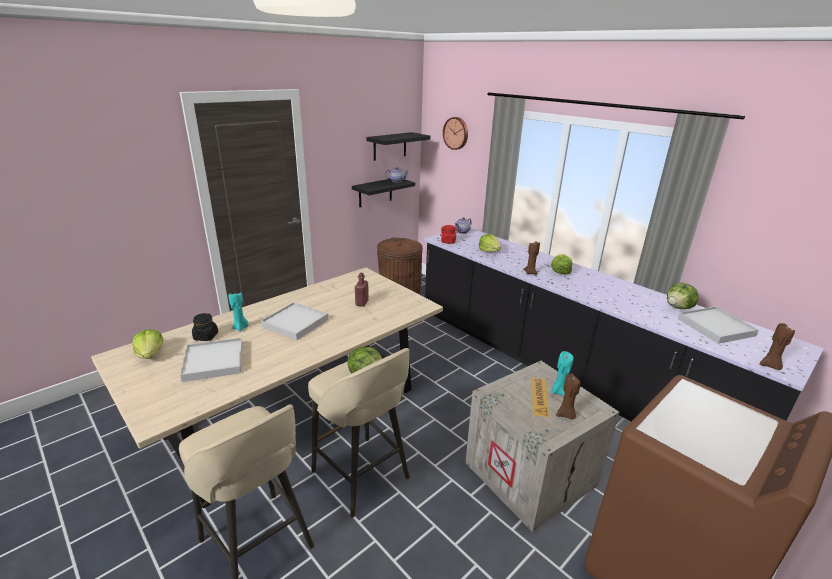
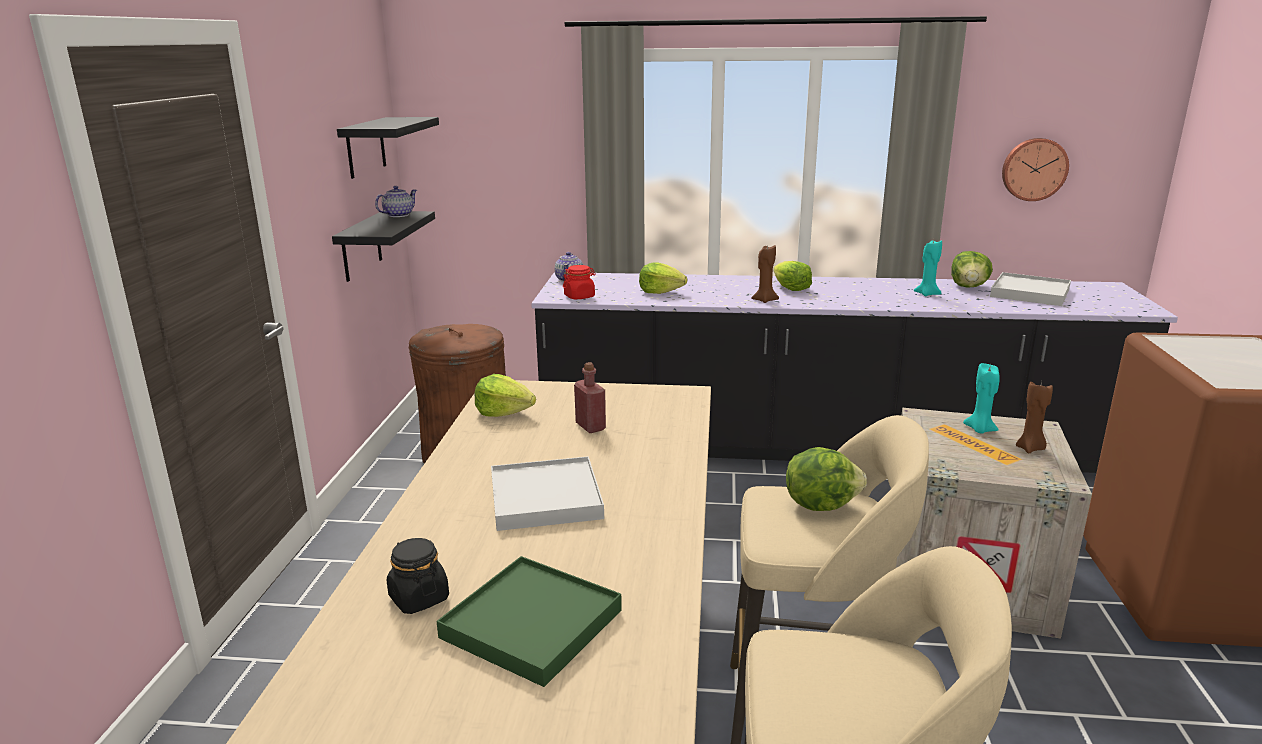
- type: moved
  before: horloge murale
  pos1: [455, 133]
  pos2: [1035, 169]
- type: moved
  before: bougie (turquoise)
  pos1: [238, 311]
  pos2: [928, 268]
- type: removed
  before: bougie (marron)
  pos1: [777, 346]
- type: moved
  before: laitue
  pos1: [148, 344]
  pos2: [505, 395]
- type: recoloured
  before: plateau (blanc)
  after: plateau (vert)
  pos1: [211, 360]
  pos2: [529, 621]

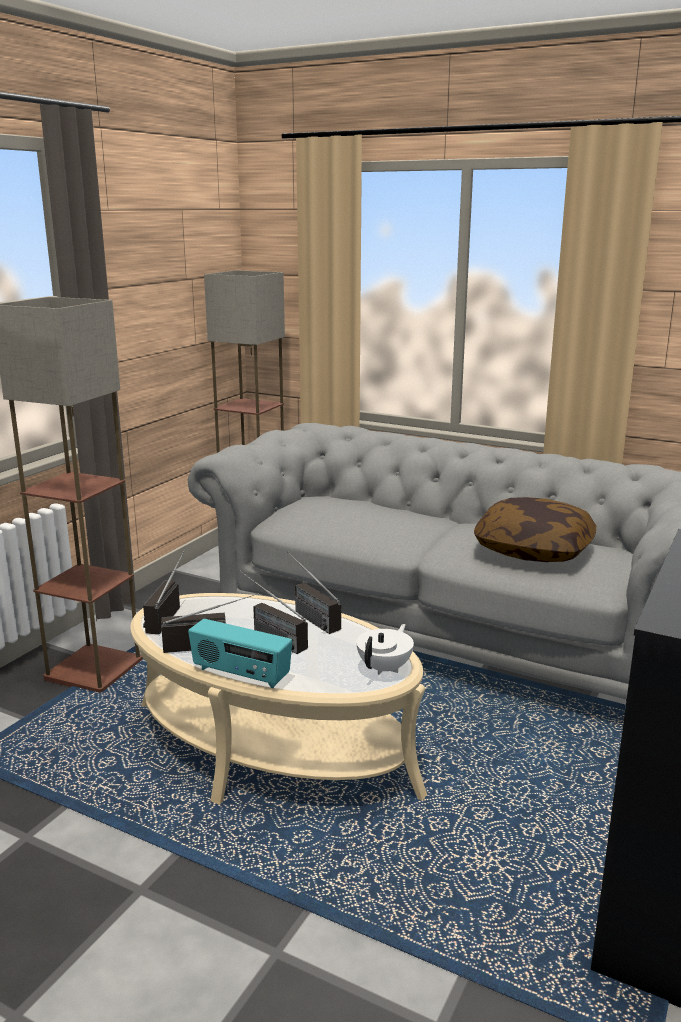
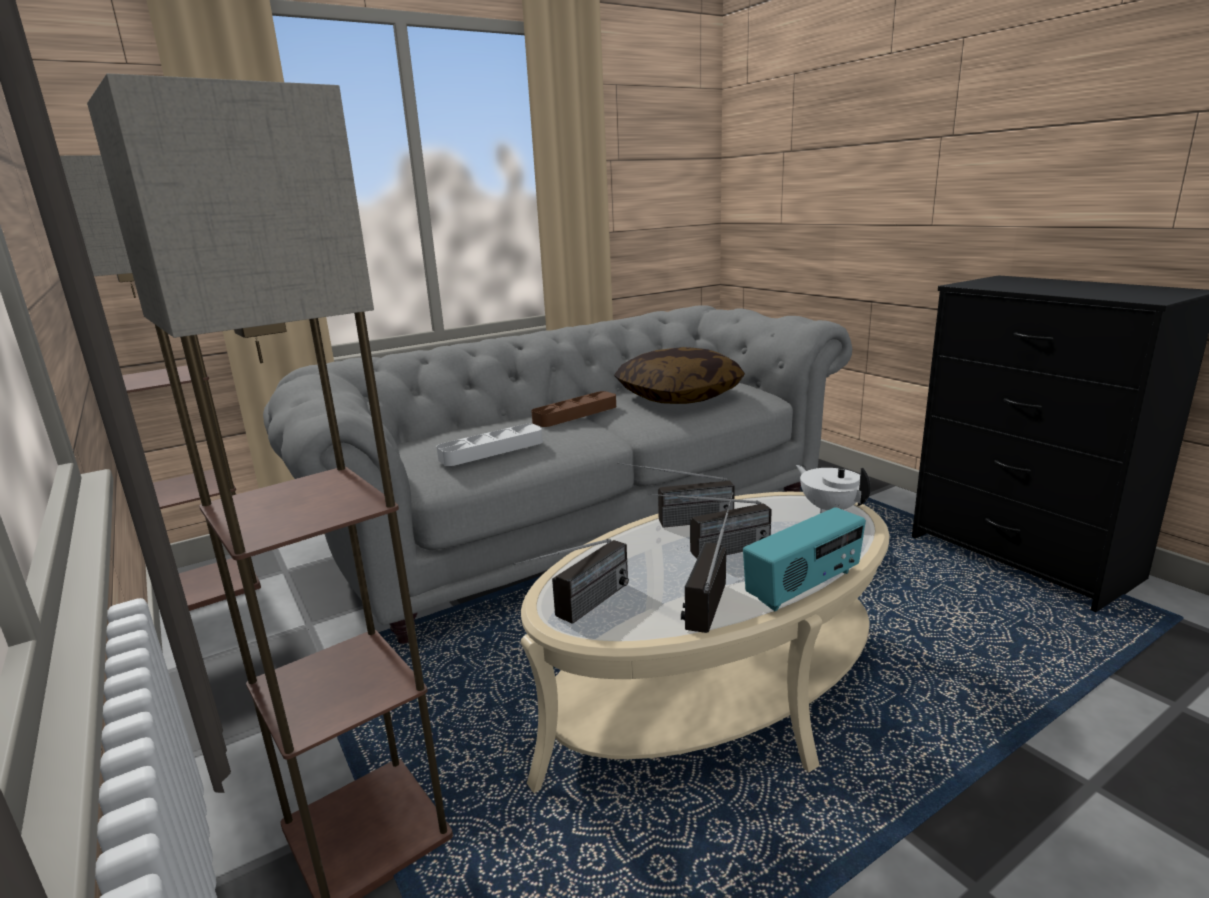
- type: turned
  before: radio
  pos1: [164, 591]
  pos2: [571, 581]
  turn: -90
- type: added
  after: plateau (marron)
  pos2: [573, 409]
- type: added
  after: plateau (gris)
  pos2: [489, 445]

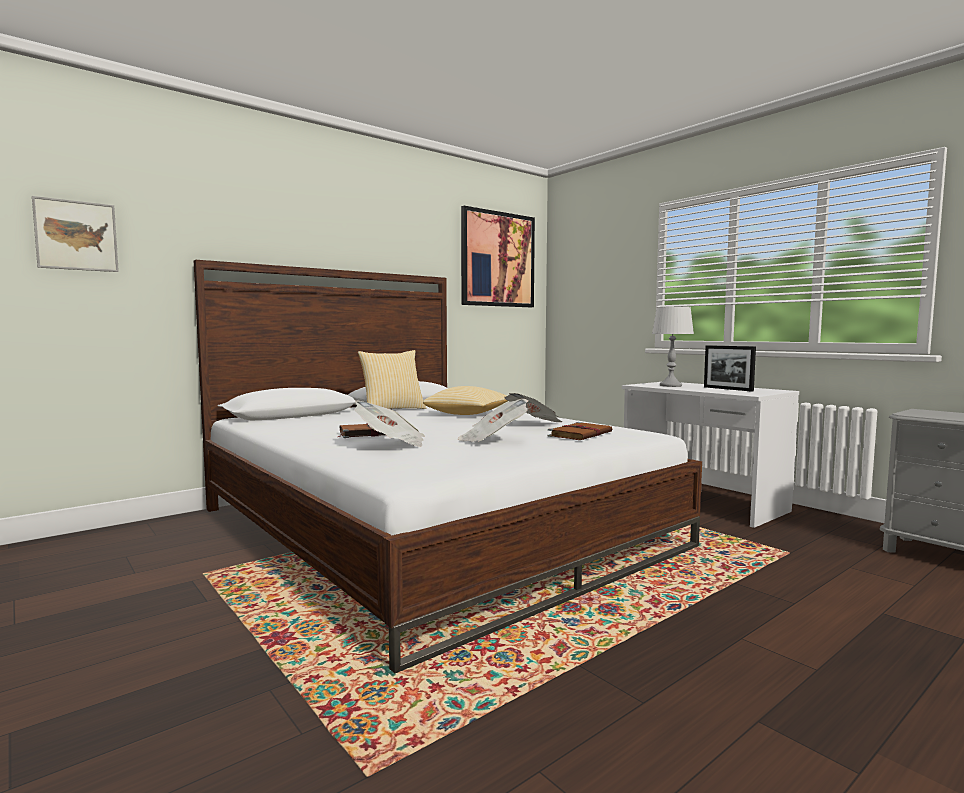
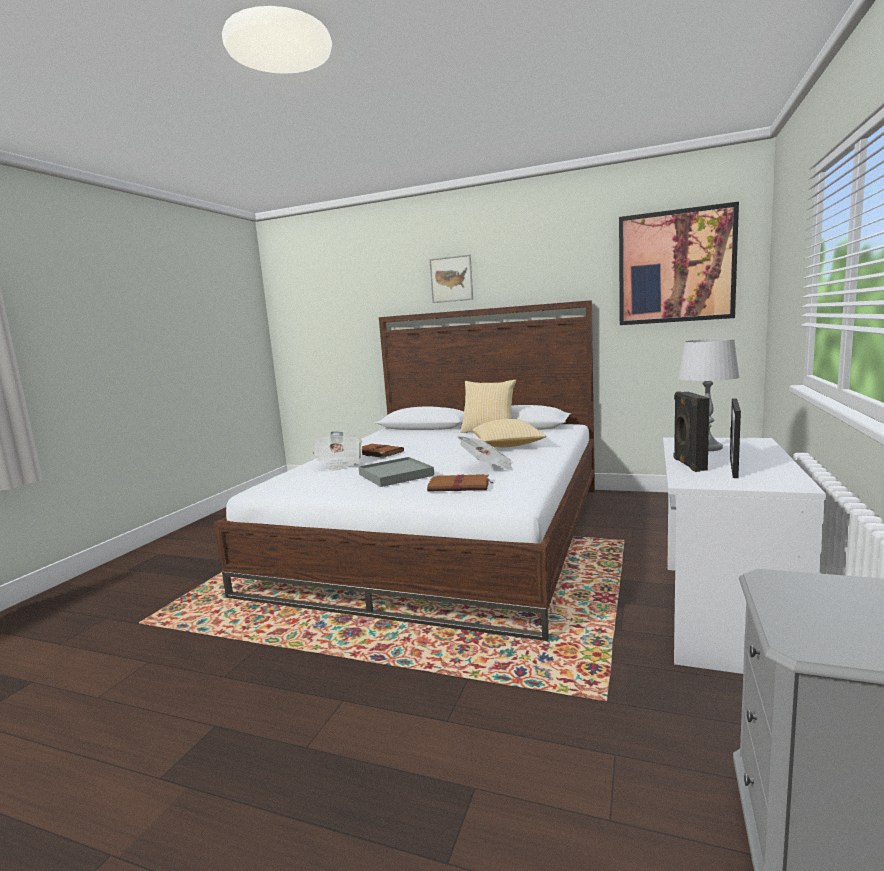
- type: moved
  before: tableau
  pos1: [75, 234]
  pos2: [451, 278]
- type: replaced
  before: journal
  after: plateau (gris)
  pos1: [493, 420]
  pos2: [396, 472]
- type: added
  after: enceinte (noir)
  pos2: [691, 431]

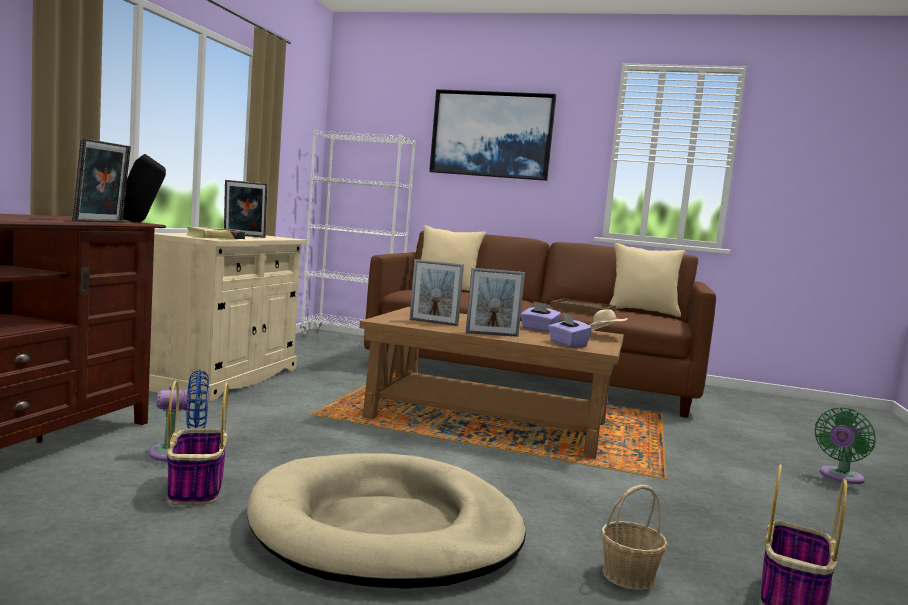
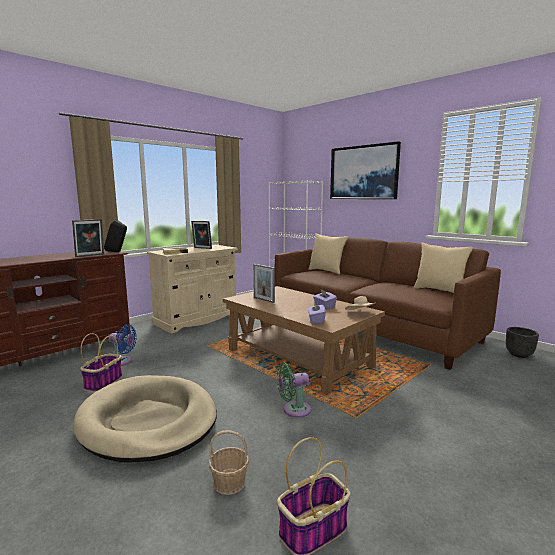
- type: removed
  before: cadre photo
  pos1: [495, 302]
- type: removed
  before: plateau (marron)
  pos1: [583, 305]
- type: moved
  before: ventilateur (vert)
  pos1: [845, 446]
  pos2: [294, 390]
- type: added
  after: cache-pot (noir)
  pos2: [522, 342]

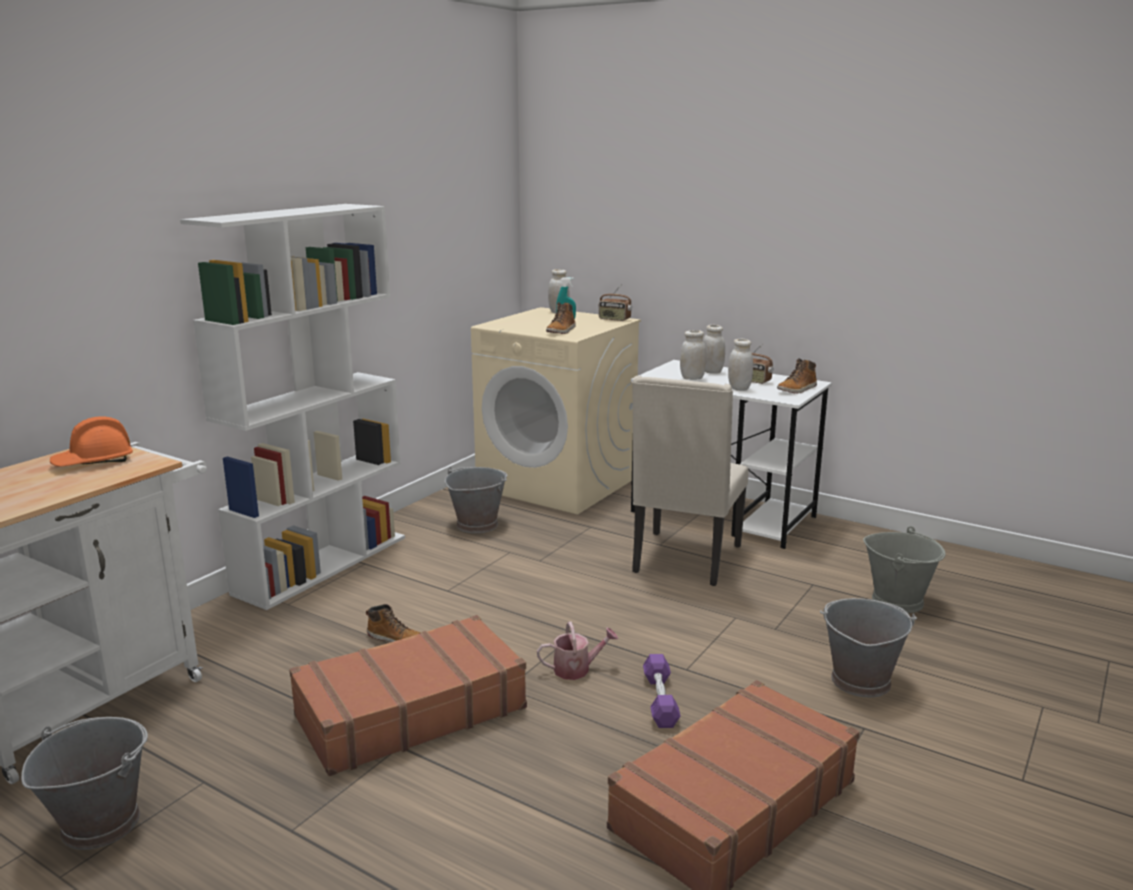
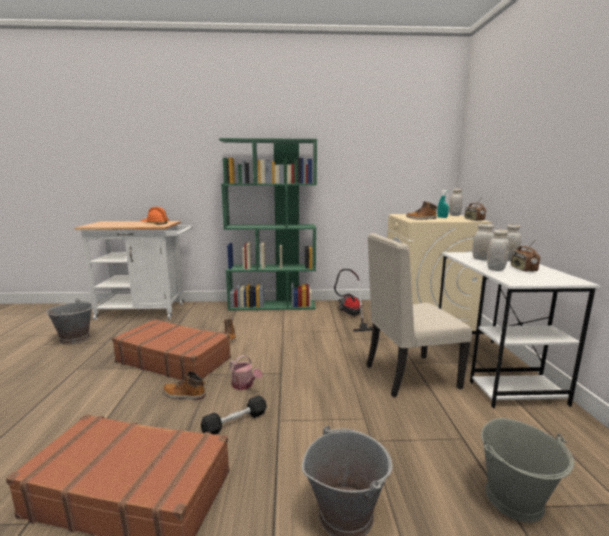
- type: recoloured
  before: bibliothèque (blanc)
  after: bibliothèque (vert)
  pos1: [292, 407]
  pos2: [268, 224]
- type: moved
  before: botte
  pos1: [797, 376]
  pos2: [184, 386]
- type: replaced
  before: seau (gris)
  after: aspirateur
  pos1: [476, 500]
  pos2: [353, 300]
- type: recoloured
  before: haltère (violet)
  after: haltère (noir)
  pos1: [662, 691]
  pos2: [234, 415]

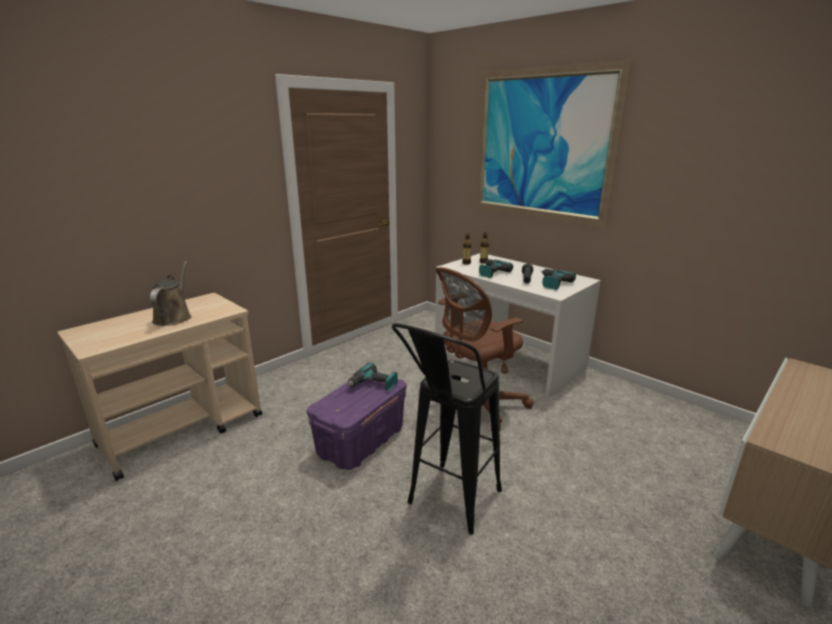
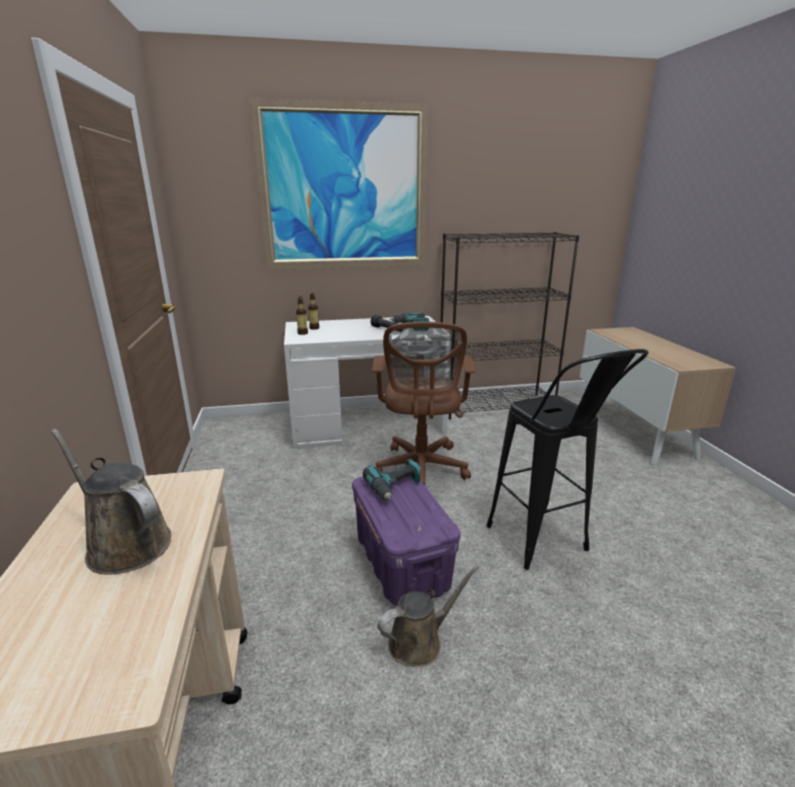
- type: removed
  before: perceuse
  pos1: [496, 268]
- type: added
  after: bibliothèque (noir)
  pos2: [509, 326]
- type: added
  after: arrosoir (marron)
  pos2: [428, 616]

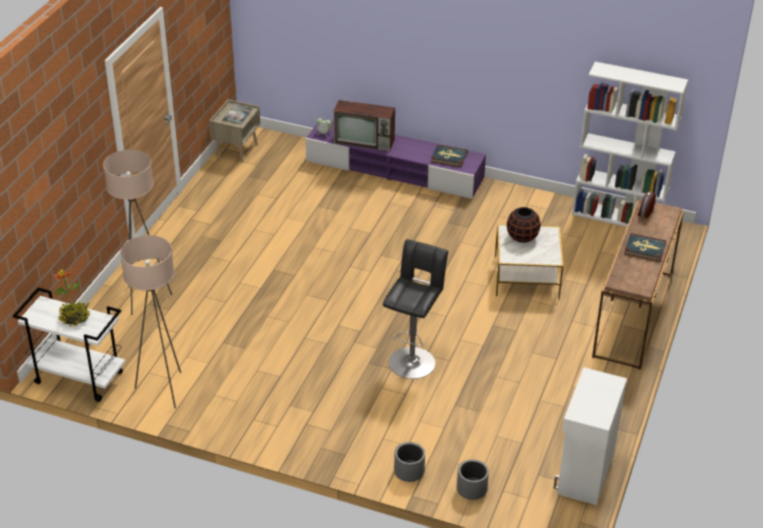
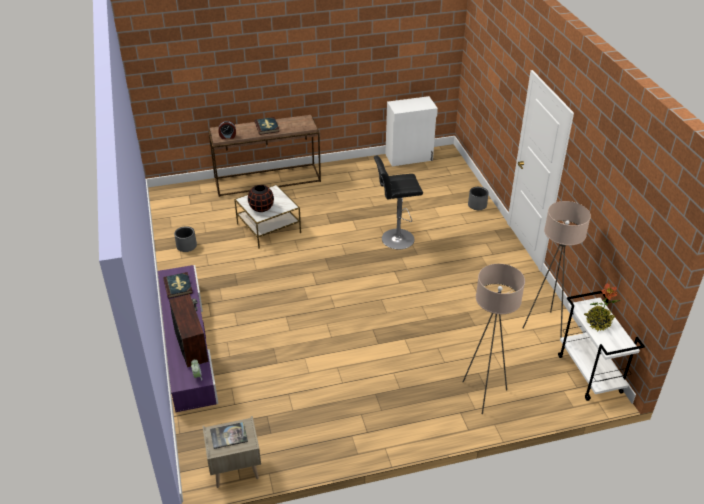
- type: removed
  before: bibliothèque (blanc)
  pos1: [630, 144]
- type: moved
  before: cache-pot (gris)
  pos1: [473, 479]
  pos2: [185, 239]

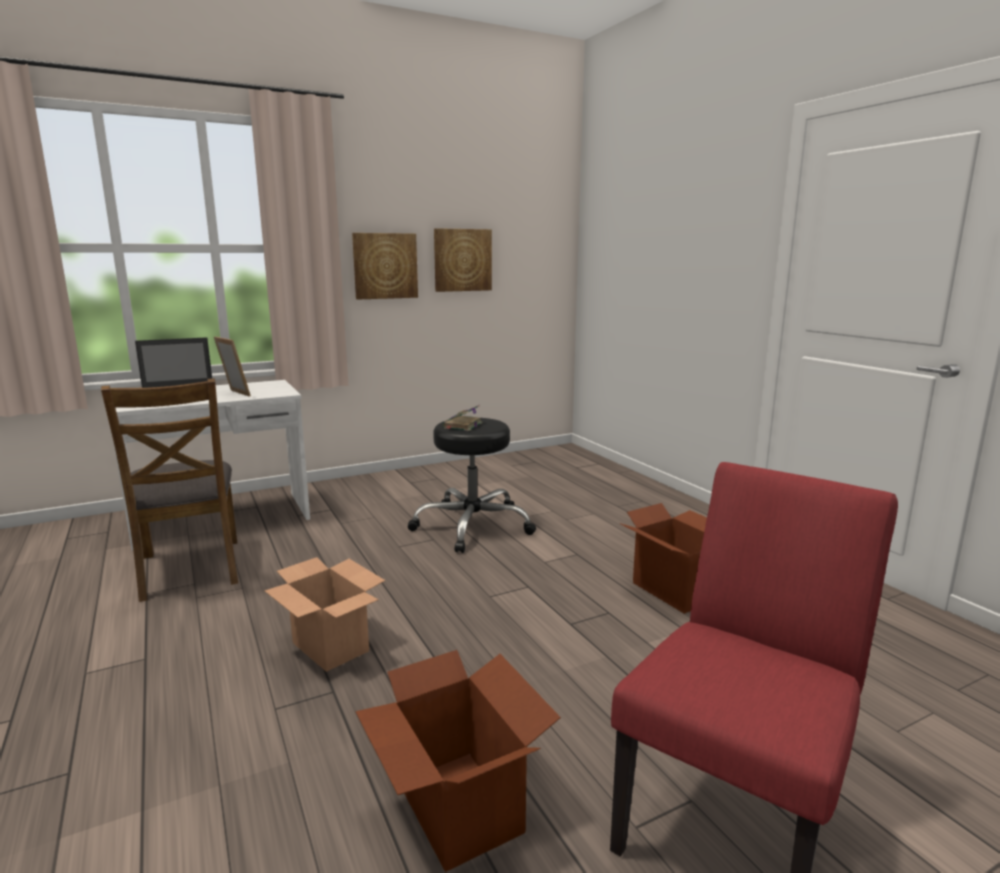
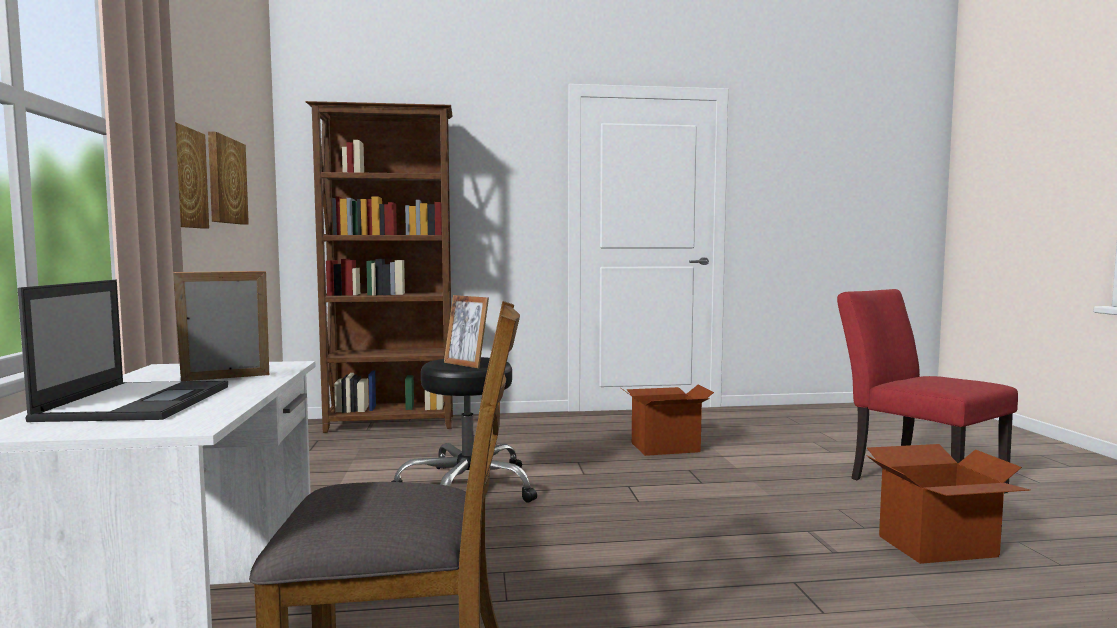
- type: replaced
  before: livre
  after: cadre photo
  pos1: [462, 418]
  pos2: [466, 331]
- type: removed
  before: carton
  pos1: [324, 614]
- type: added
  after: bibliothèque (marron)
  pos2: [379, 267]

